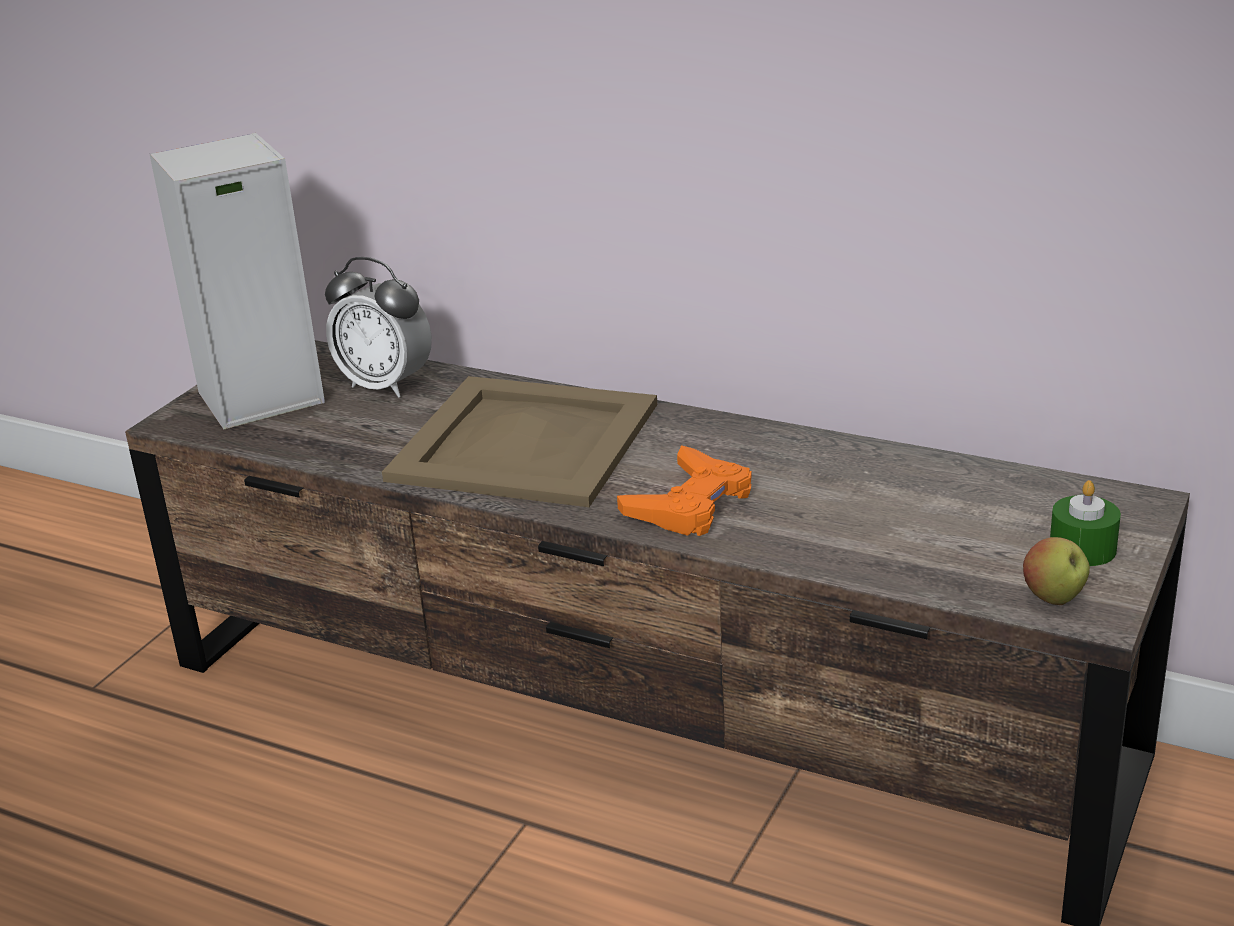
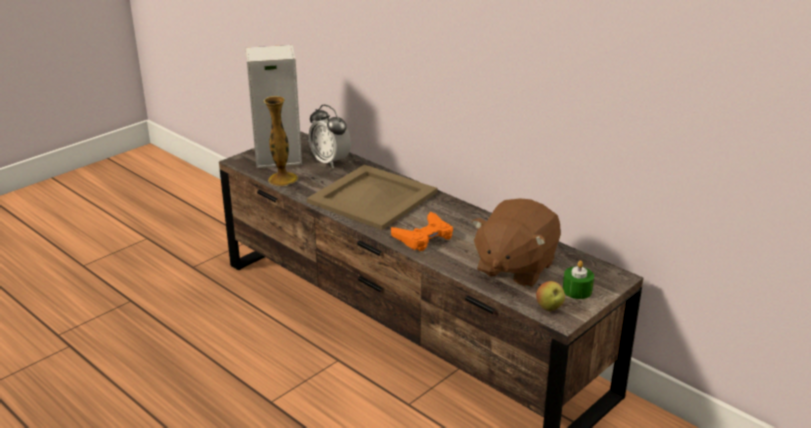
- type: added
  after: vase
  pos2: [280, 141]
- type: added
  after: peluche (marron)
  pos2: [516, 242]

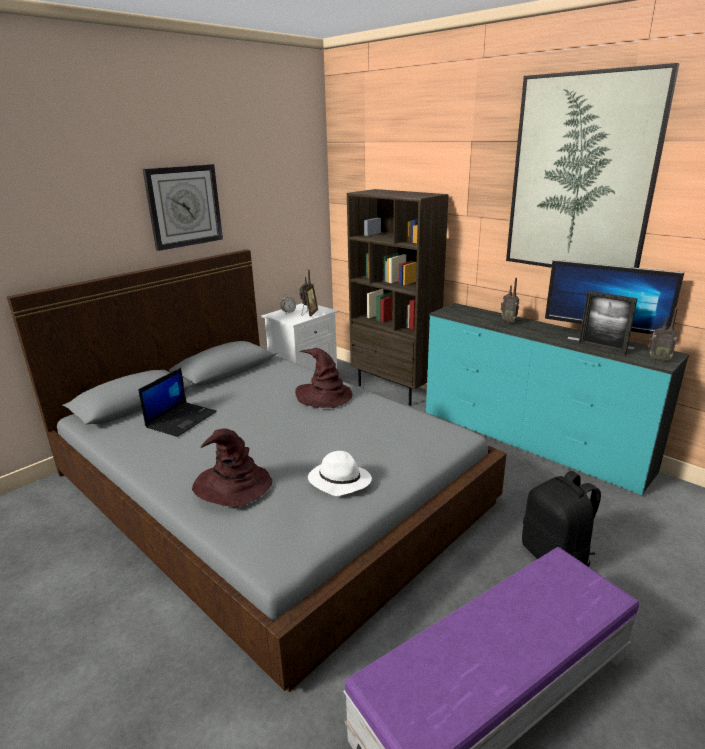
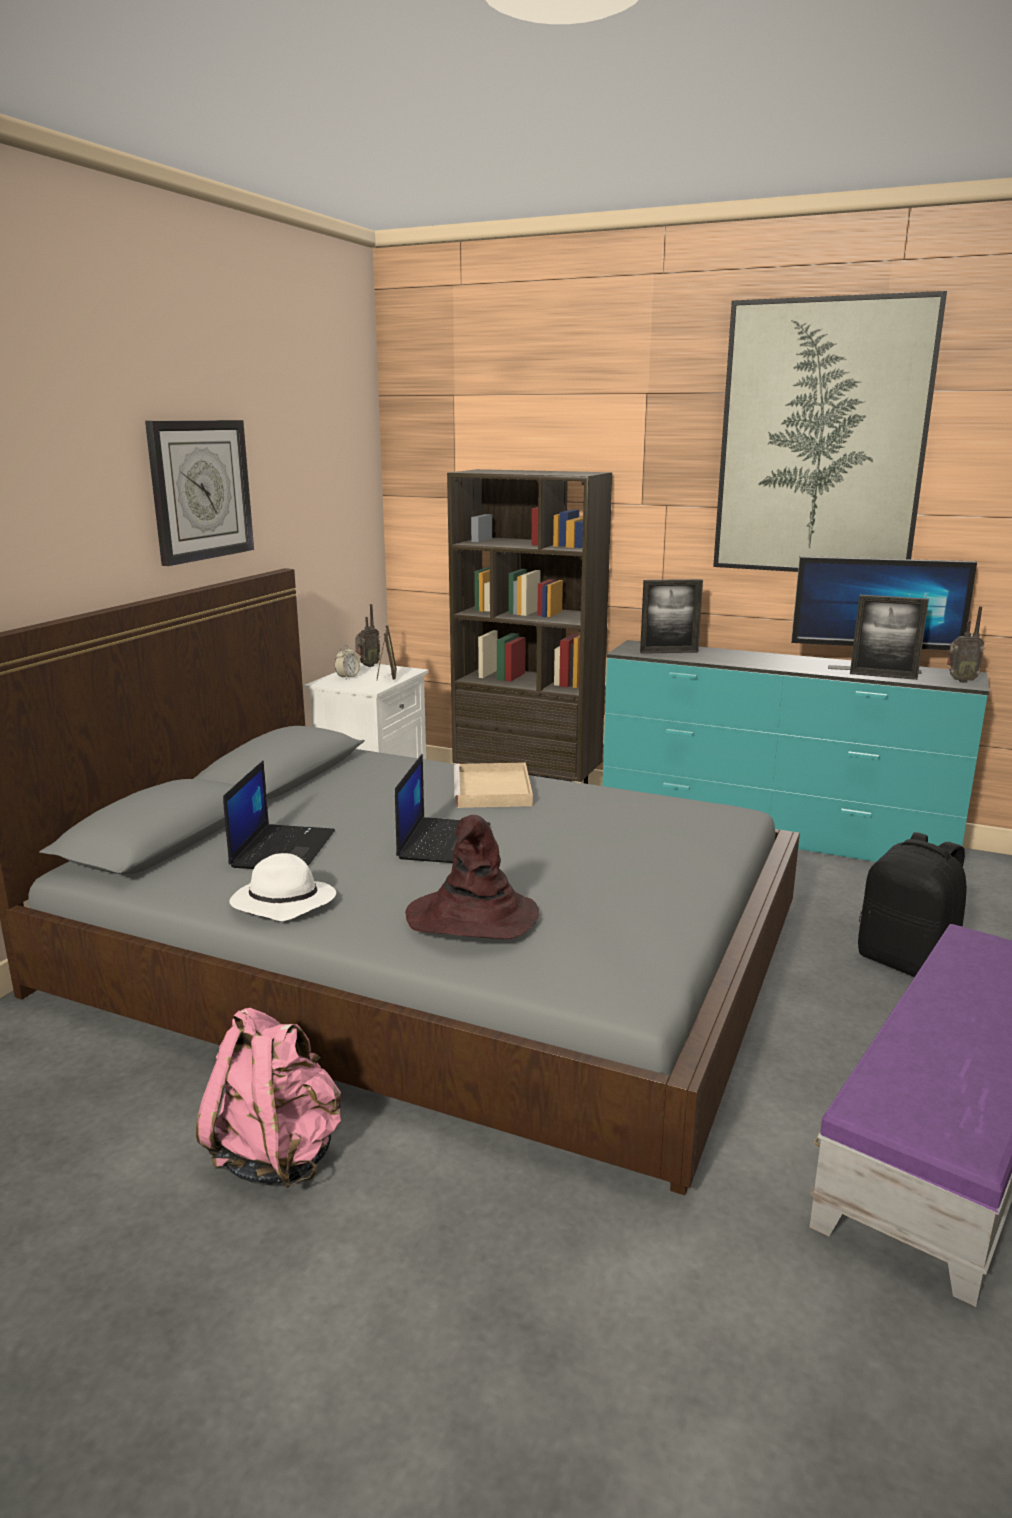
- type: removed
  before: radio
  pos1: [510, 300]
- type: replaced
  before: chapeau (marron)
  after: plateau (beige)
  pos1: [324, 378]
  pos2: [493, 785]
- type: moved
  before: chapeau (blanc)
  pos1: [340, 473]
  pos2: [282, 887]
- type: added
  after: cadre photo
  pos2: [671, 616]
- type: added
  after: ordinateur portable
  pos2: [442, 808]
- type: added
  after: sac à dos (rose)
  pos2: [268, 1098]

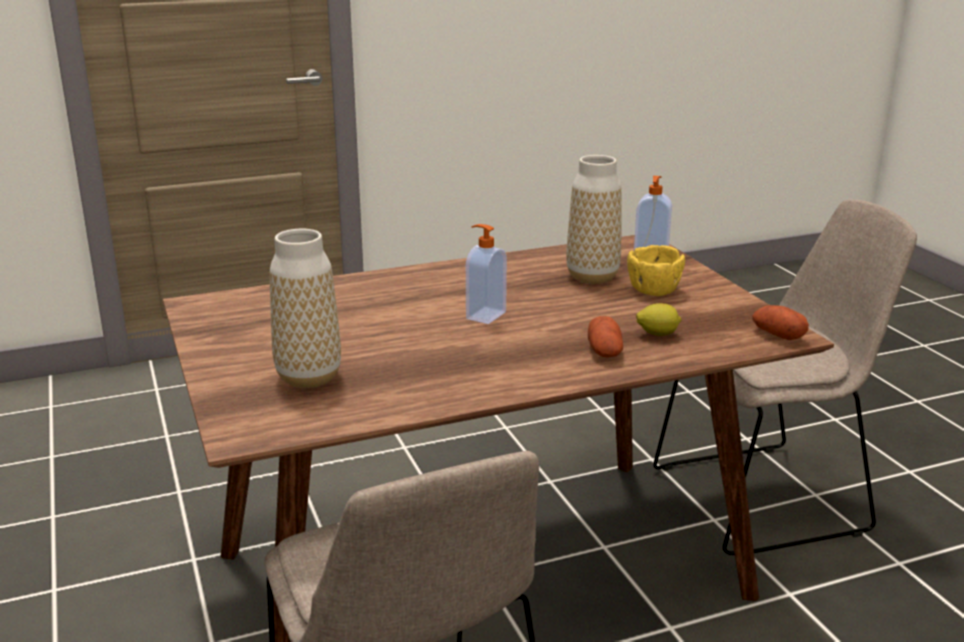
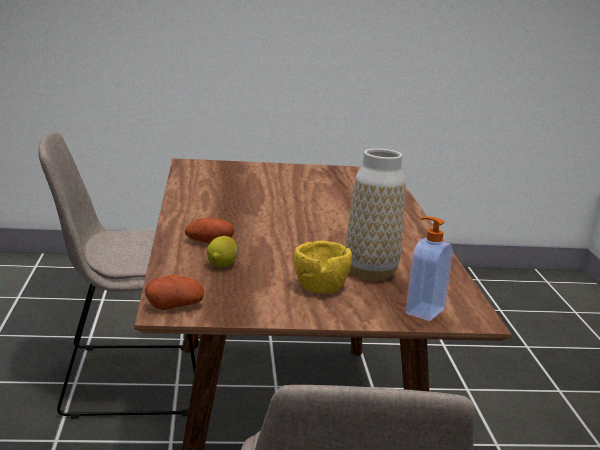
- type: removed
  before: distributeur de savon
  pos1: [486, 274]
- type: removed
  before: vase
  pos1: [305, 308]

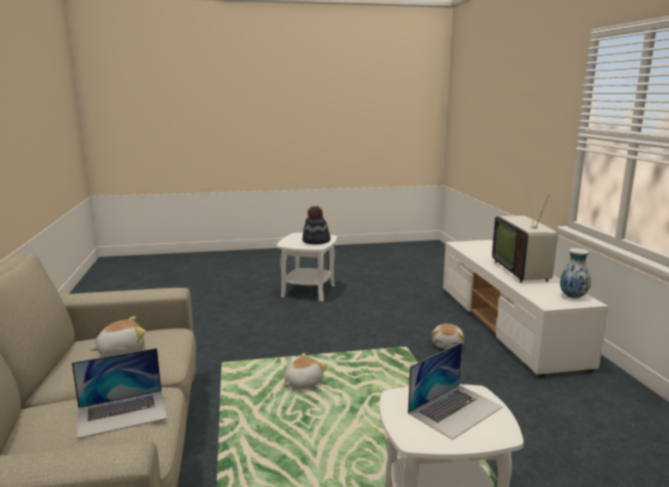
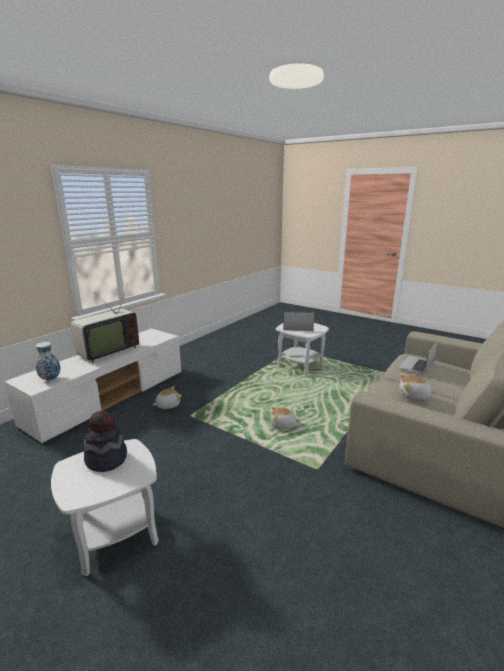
- type: moved
  before: vase
  pos1: [575, 273]
  pos2: [47, 361]
- type: turned
  before: ordinateur portable
  pos1: [119, 393]
  pos2: [418, 358]
  turn: -75

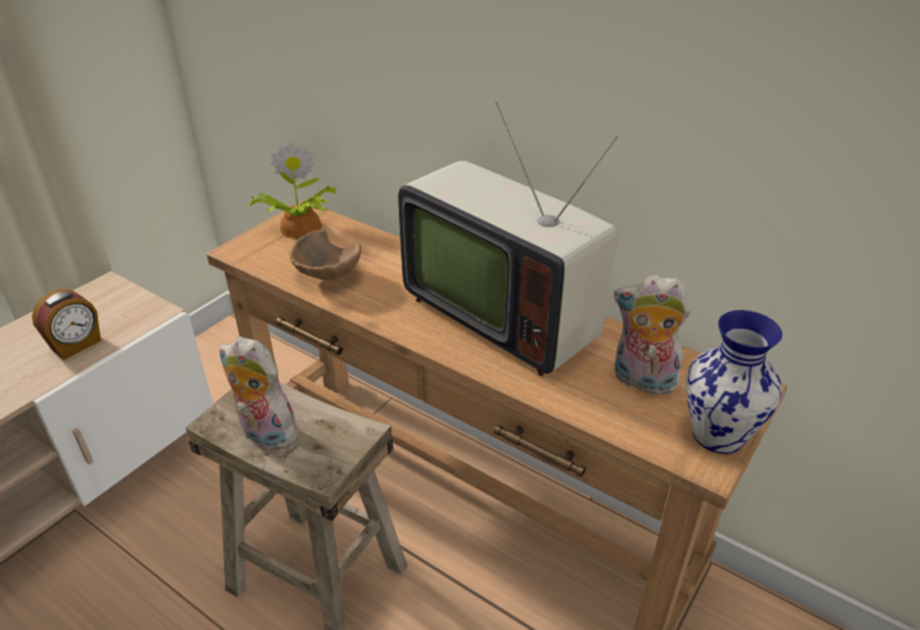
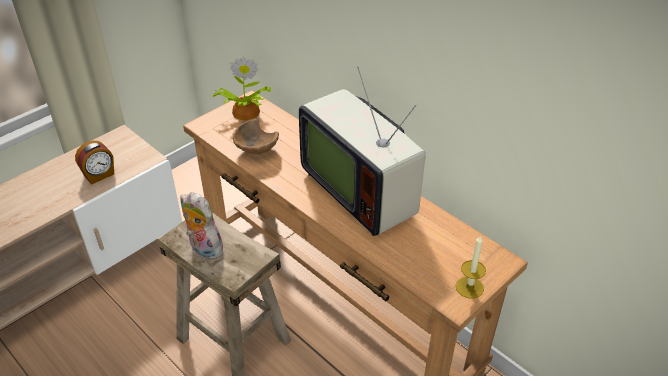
- type: removed
  before: peluche
  pos1: [652, 334]
- type: replaced
  before: vase
  after: bougie
  pos1: [733, 382]
  pos2: [471, 267]

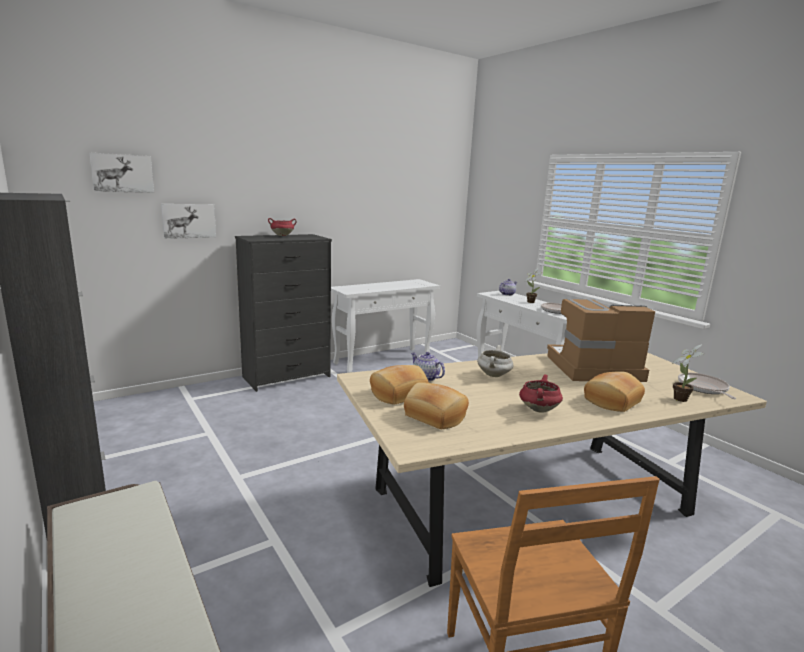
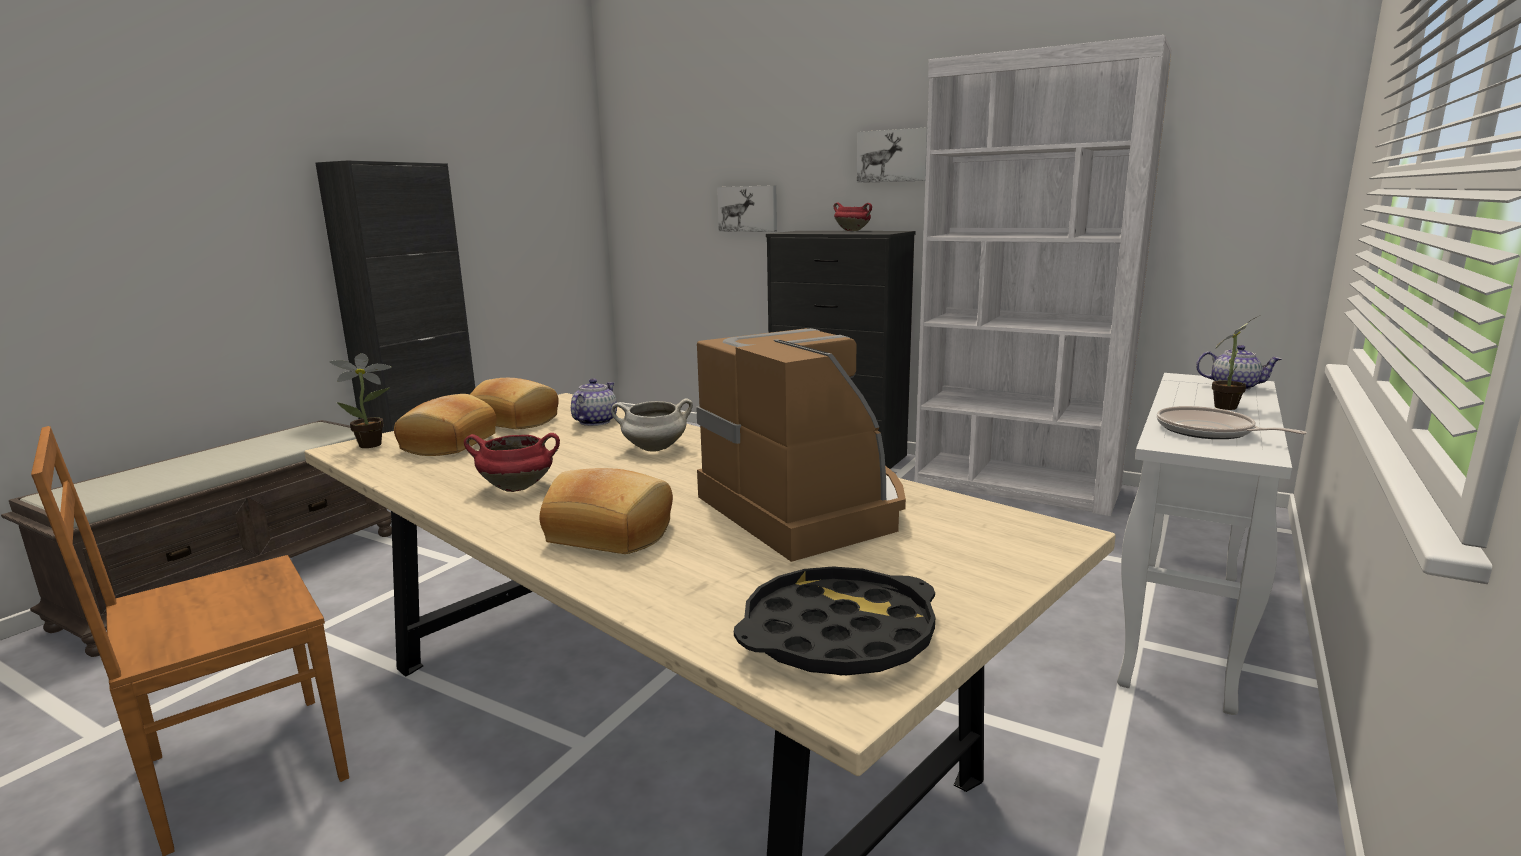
- type: moved
  before: tableau
  pos1: [122, 173]
  pos2: [892, 155]
- type: replaced
  before: table console (blanc)
  after: bibliothèque (blanc)
  pos1: [385, 326]
  pos2: [1043, 275]
- type: moved
  before: plante en pot
  pos1: [688, 373]
  pos2: [361, 400]
- type: replaced
  before: poêle
  after: plateau (noir)
  pos1: [707, 386]
  pos2: [834, 621]

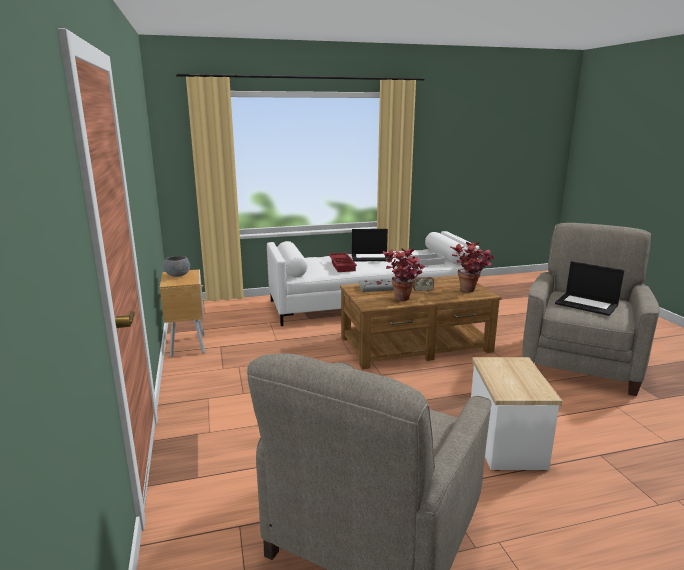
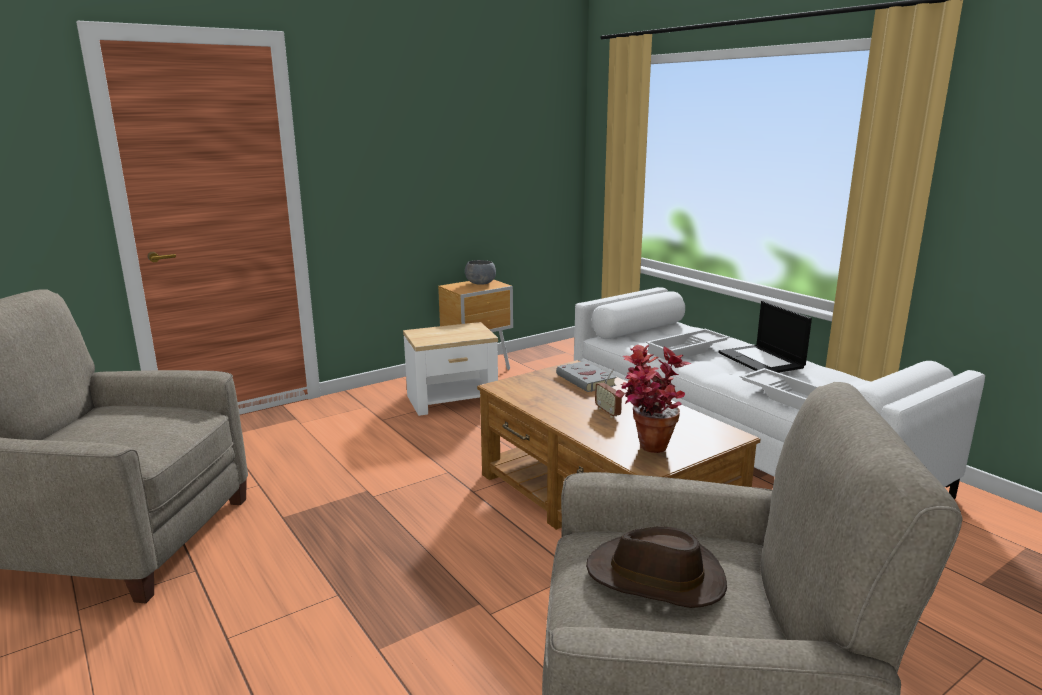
- type: removed
  before: plante en pot
  pos1: [403, 274]
- type: recoloured
  before: plateau (rouge)
  after: plateau (blanc)
  pos1: [342, 262]
  pos2: [688, 344]
- type: replaced
  before: ordinateur portable
  after: chapeau (marron)
  pos1: [589, 288]
  pos2: [656, 567]
- type: moved
  before: table d'appoint
  pos1: [516, 413]
  pos2: [450, 369]

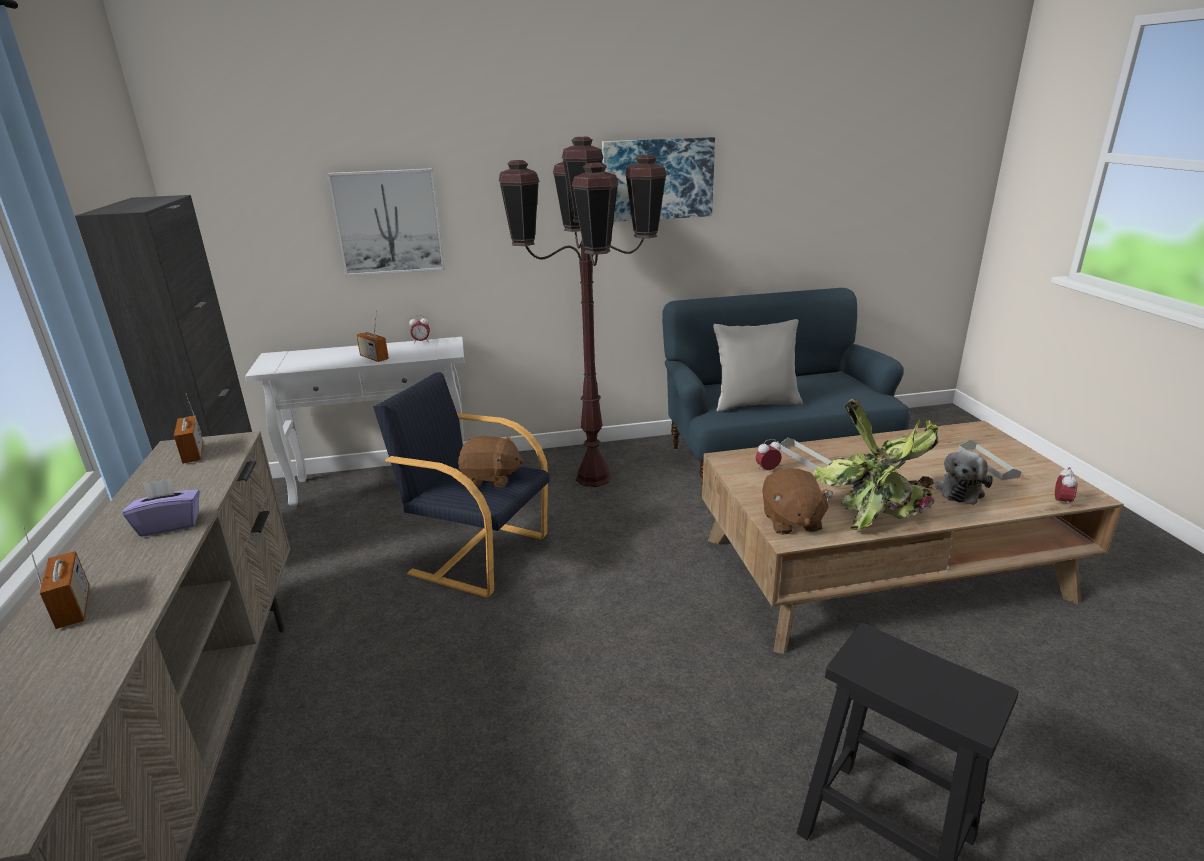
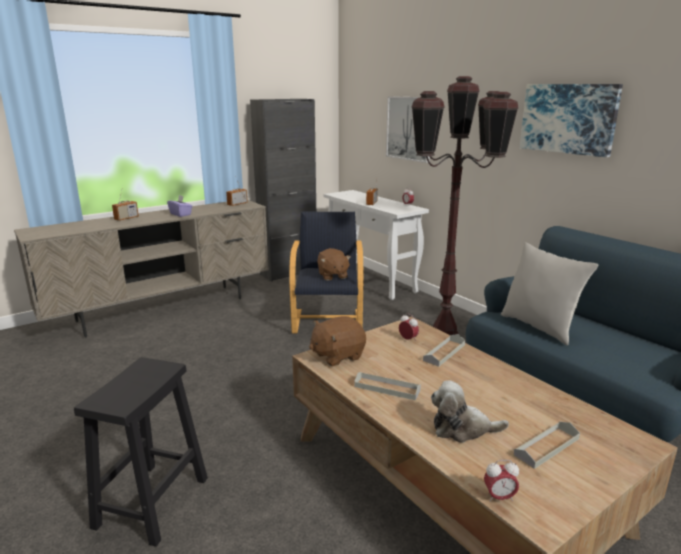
- type: replaced
  before: plante en pot
  after: plateau (gris)
  pos1: [875, 464]
  pos2: [387, 386]

